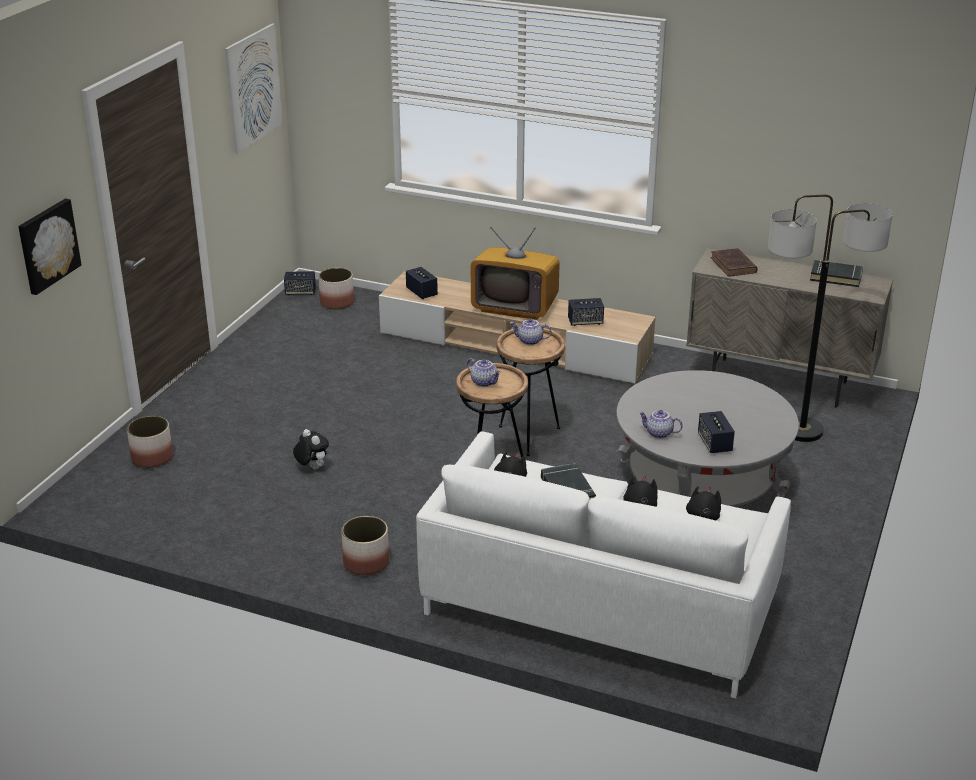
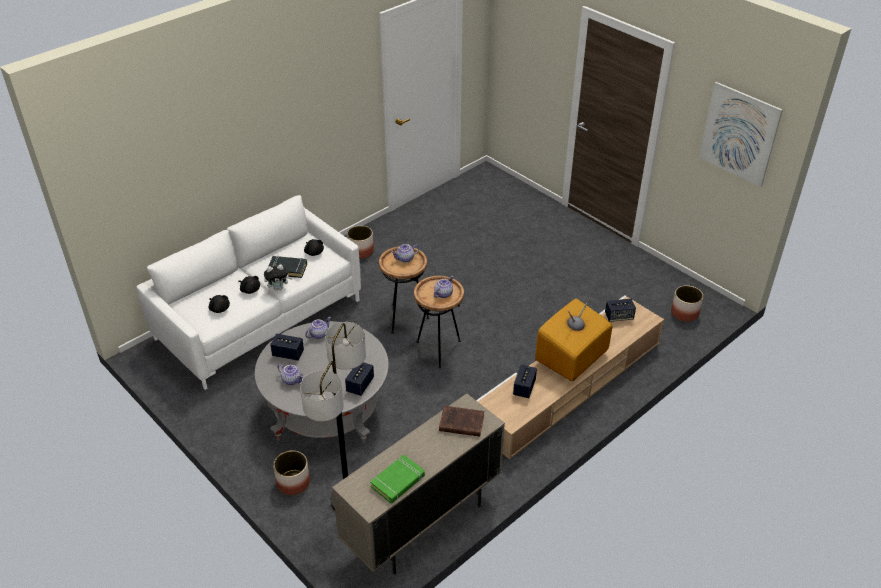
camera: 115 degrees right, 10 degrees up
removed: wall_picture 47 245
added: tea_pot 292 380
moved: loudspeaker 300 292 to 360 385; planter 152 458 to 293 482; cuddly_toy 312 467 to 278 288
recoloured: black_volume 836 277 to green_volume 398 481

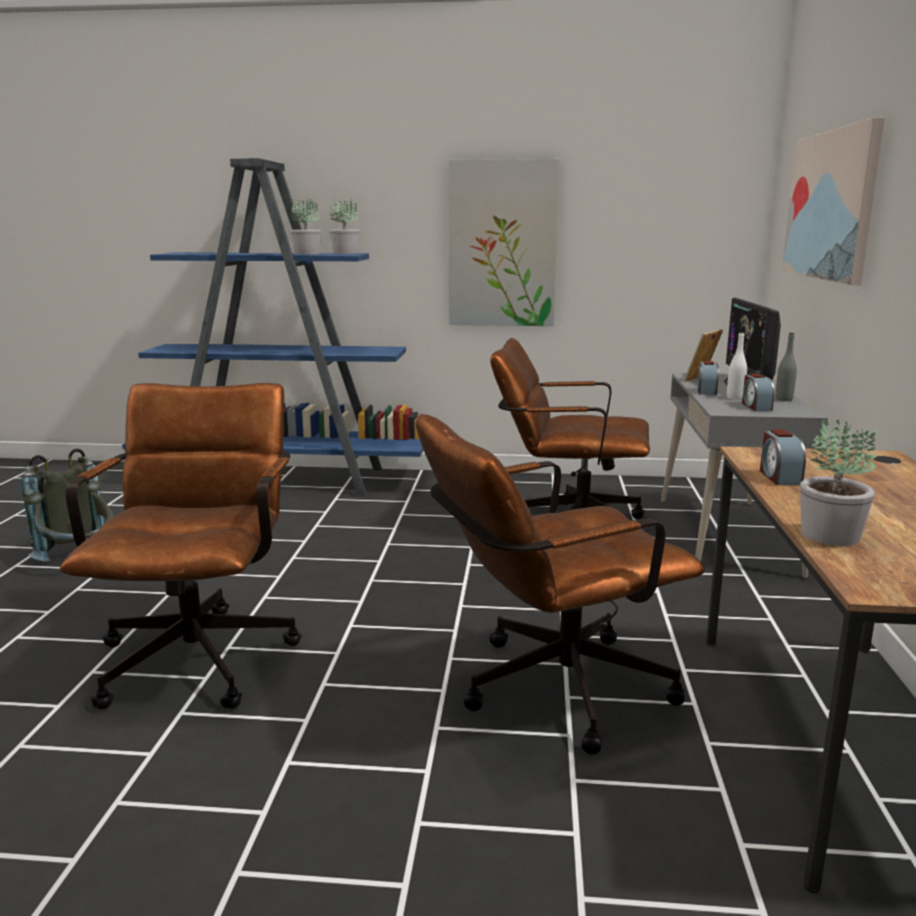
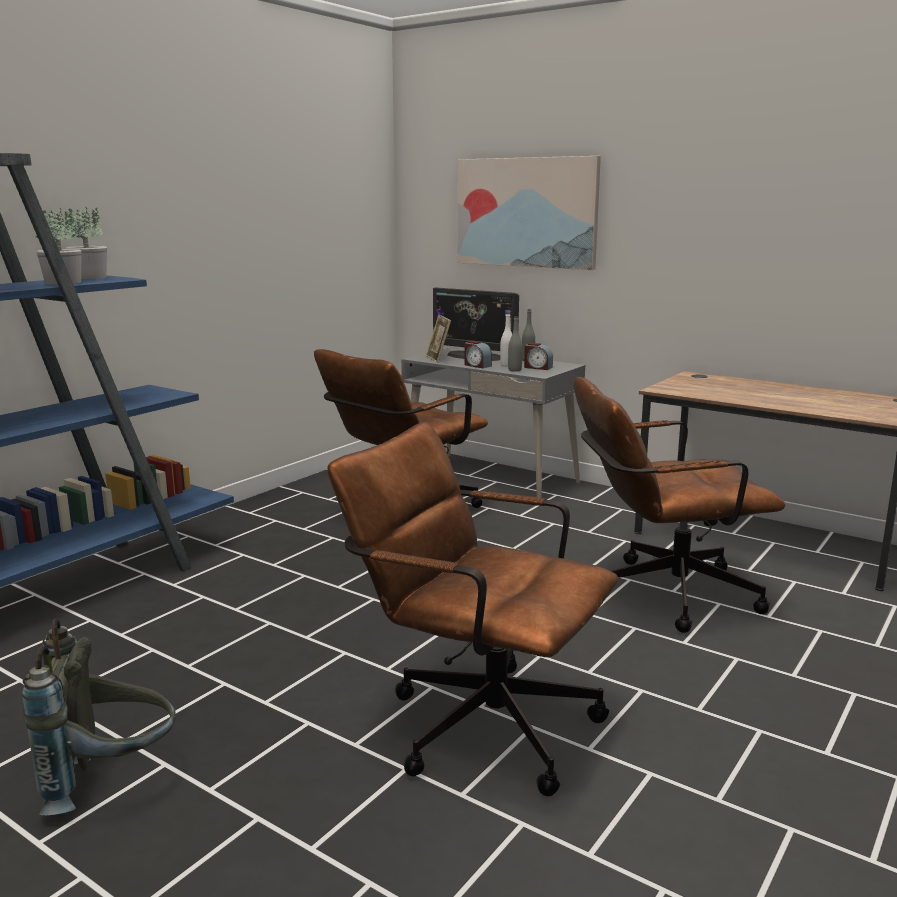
camera: 60 degrees left, 0 degrees up
removed: wall_picture 502 244; houseplant 829 536; alarm_clock 779 477
added: greyish_beverage_bottle 514 370
turned: brownish_desk_chair 548 691 = 661 594 75 degrees clockwise

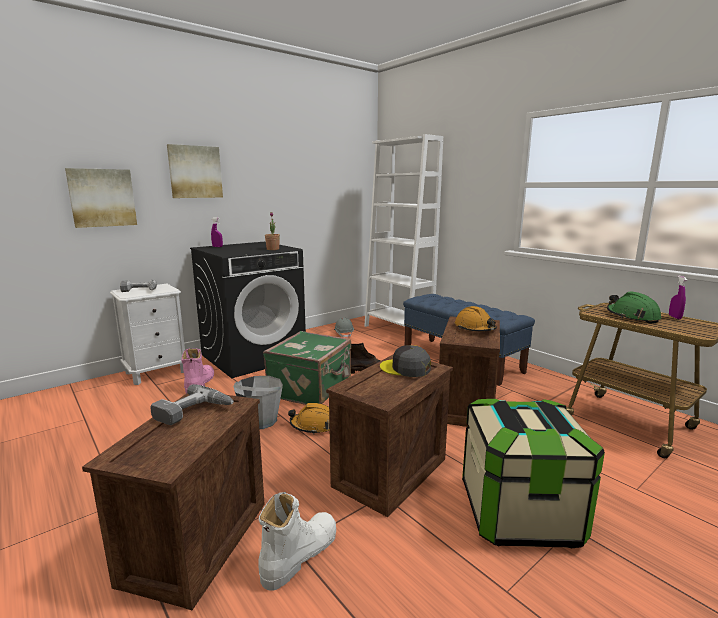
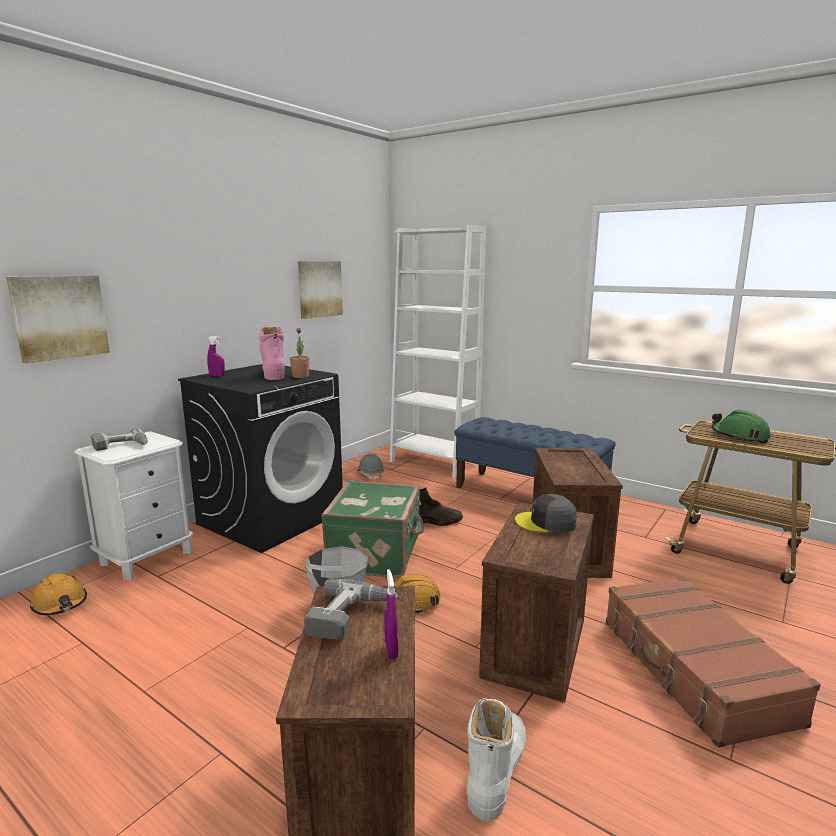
camera: 15 degrees left, 0 degrees up
moved: wall_picture 195 172 to 319 289; purple-coloured_hand_sprayer 674 317 to 391 650; orange_hard_hat 475 328 to 60 604; pinkish_high-top_boot 199 384 to 274 374
replaced: storage_container 519 514 to brownish_piece_of_luggage 693 670

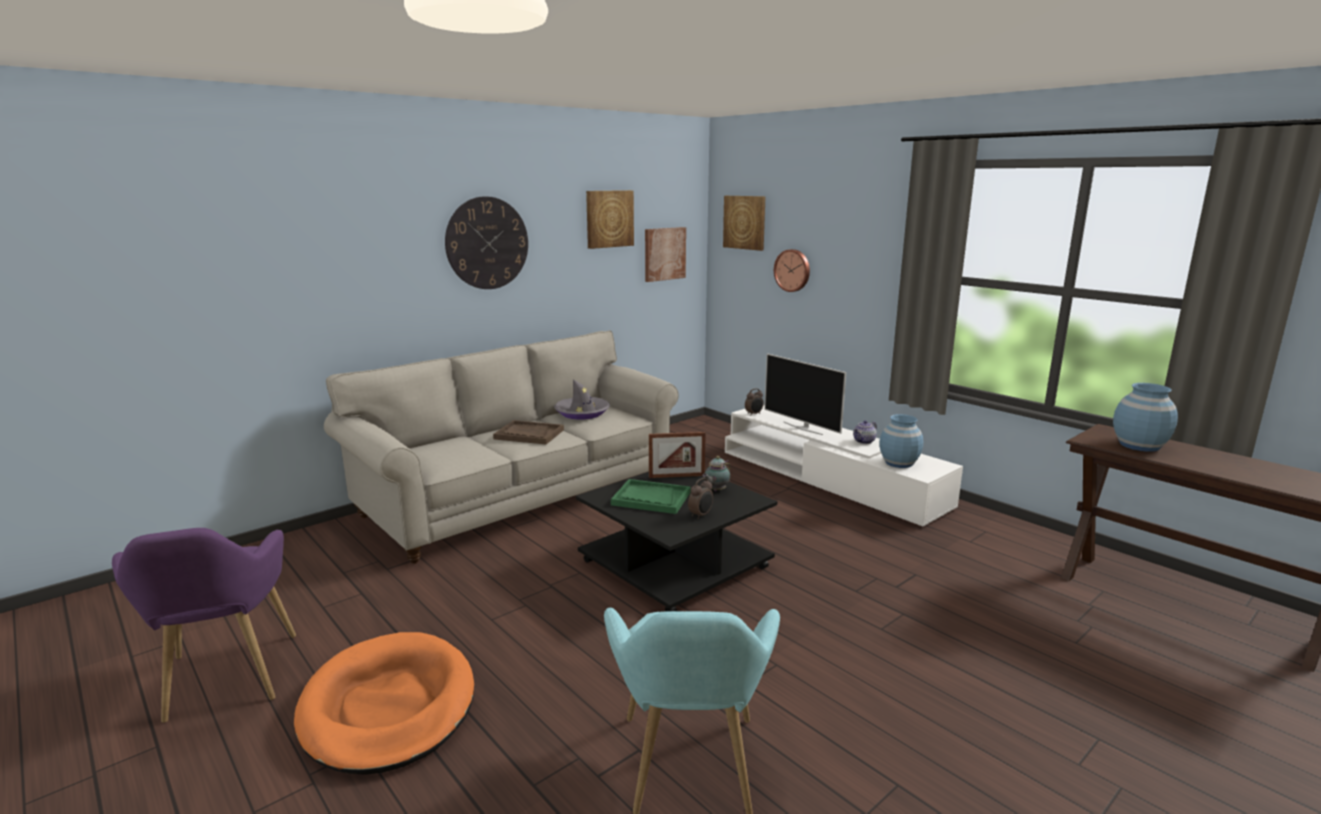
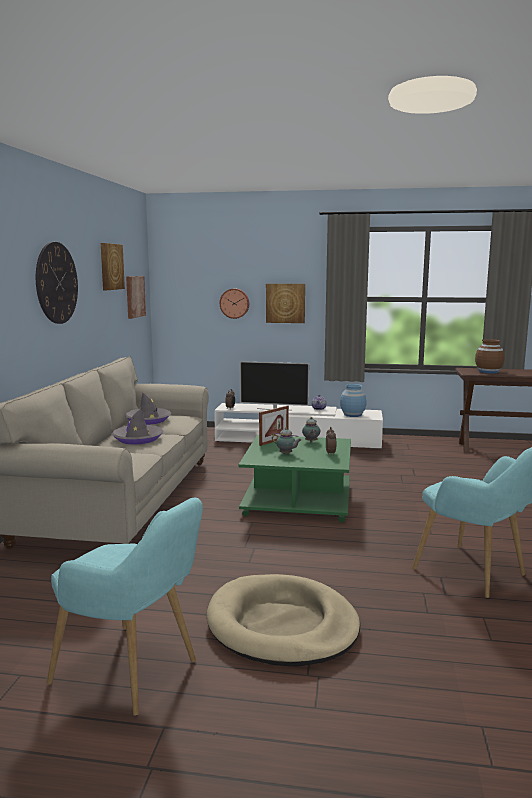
camera: 40 degrees left, 5 degrees down
moved: wall_picture 745 222 to 285 303
replaced: brownish_carrying_tray 529 434 to greyish_wearable_hat 138 439; green_carrying_tray 651 498 to tea_pot 286 454
recoloured: bluish_vase 1139 445 to brownish_vase 488 371; black_lounge_table 675 563 to green_lounge_table 297 500; purple-coloured_easy_chair 226 683 to blue-green_easy_chair 133 673; orange_pet_bed 388 707 to beige-coloured_pet_bed 282 625

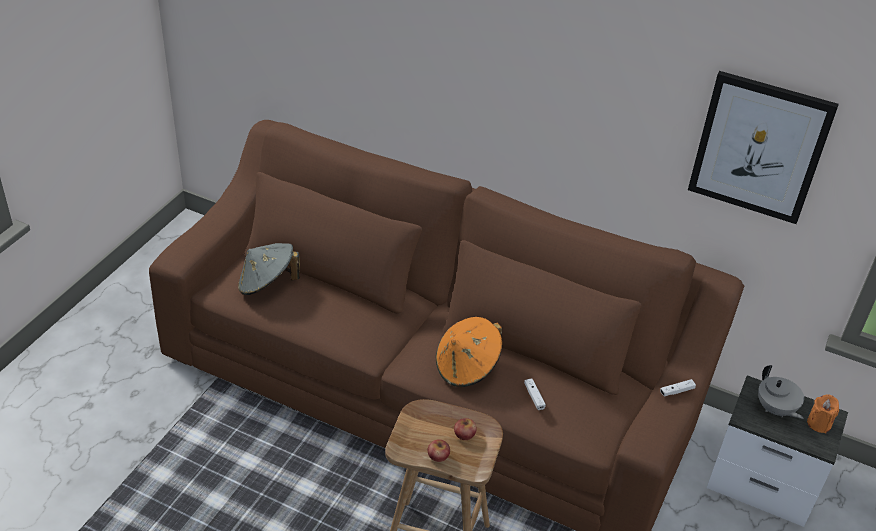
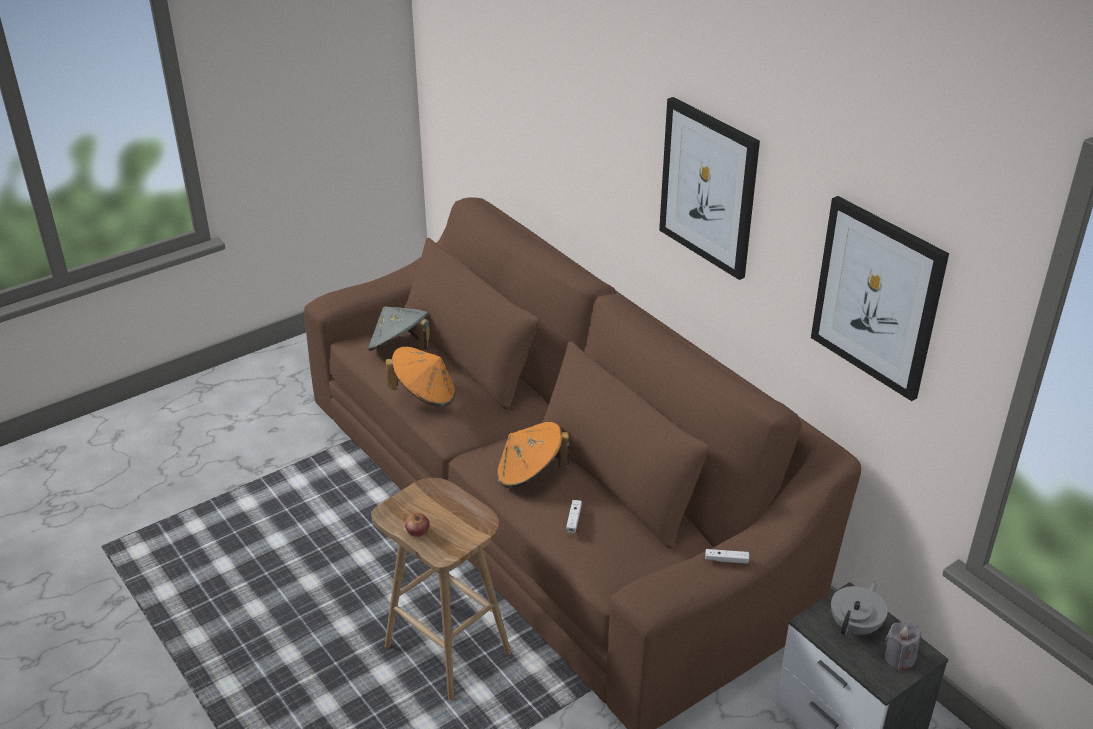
camera: 30 degrees right, 5 degrees down
removed: apple 464 434
added: wall_picture 709 187; orange_wearable_hat 424 395
recoloured: orange_wax_light 819 423 to greyish_wax_light 899 658
turned: greyish_tea_pot 775 409 = 855 626 150 degrees counterclockwise

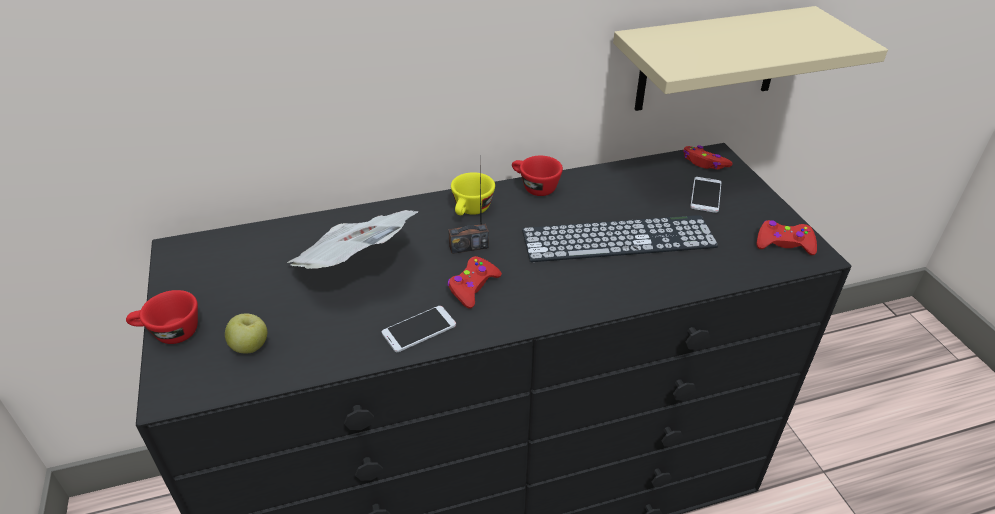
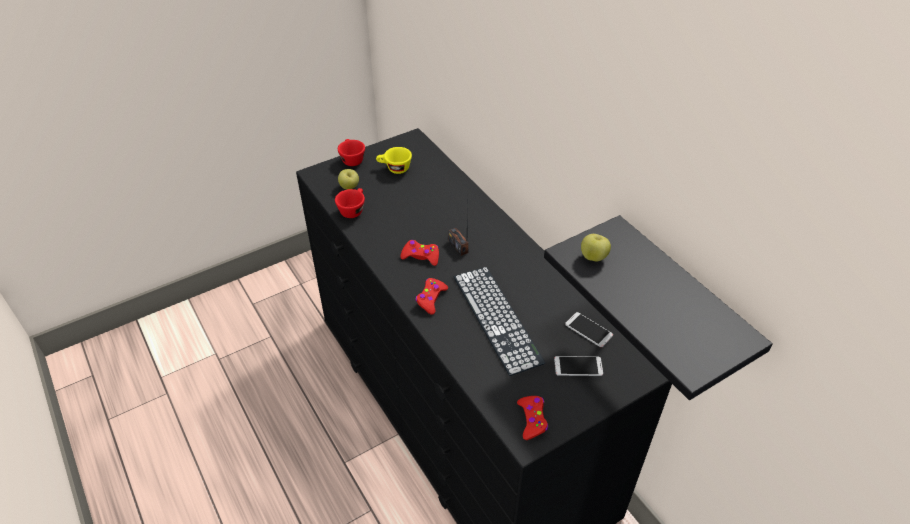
camera: 75 degrees right, 5 degrees up
removed: printed_paper 355 265
added: apple 593 257
moved: red_gamepad 704 163 to 431 299; red_small_cup 534 187 to 353 209; yellowish_small_cup 471 211 to 394 169; telephone 419 329 to 588 330
recoloured: beige-coloured_bracket_shelf 709 60 to black_bracket_shelf 680 301

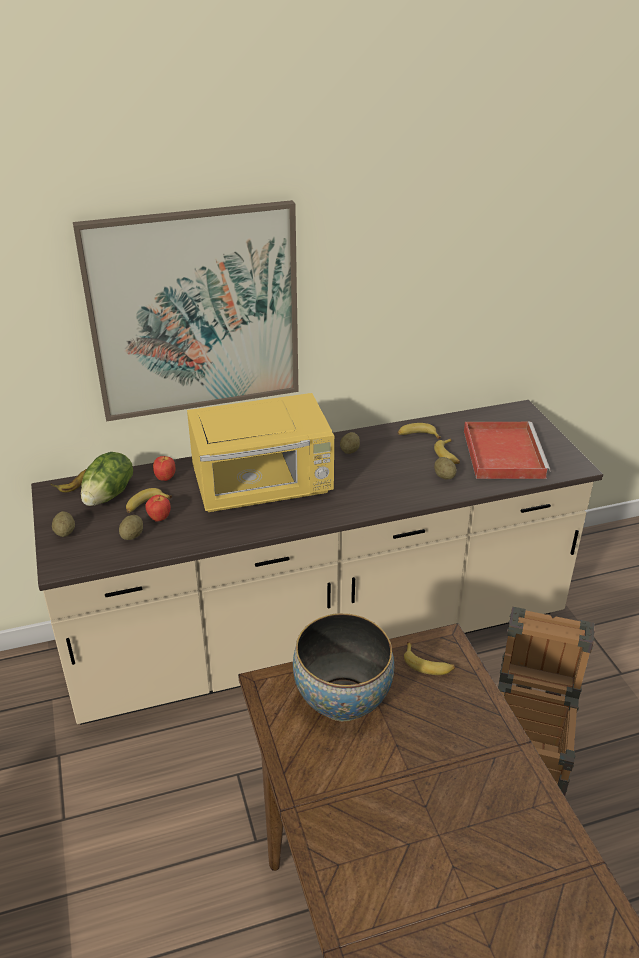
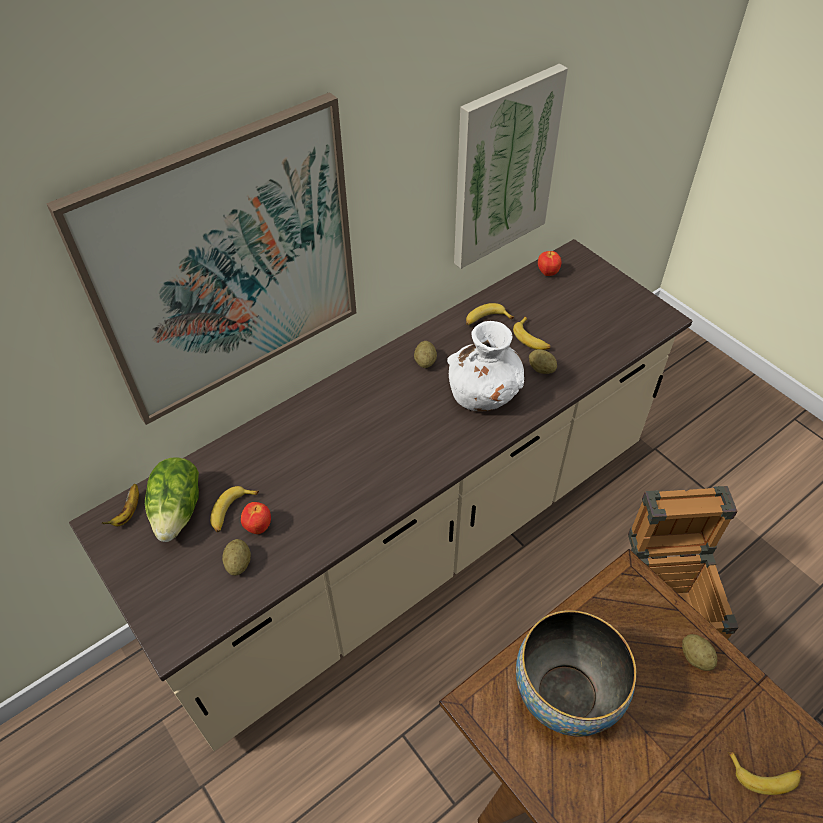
camera: 20 degrees left, 15 degrees up
removed: yellowish_microwave_oven 264 487; red_carrying_tray 502 452
added: wall_picture 503 169; white-coloured_vase 484 395
moved: apple 165 478 to 547 273; potato 65 532 to 695 657; banana 428 664 to 764 775

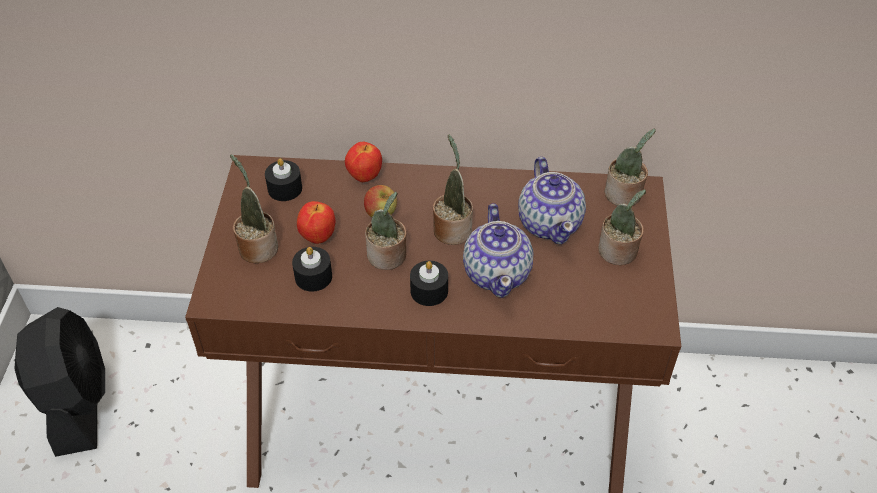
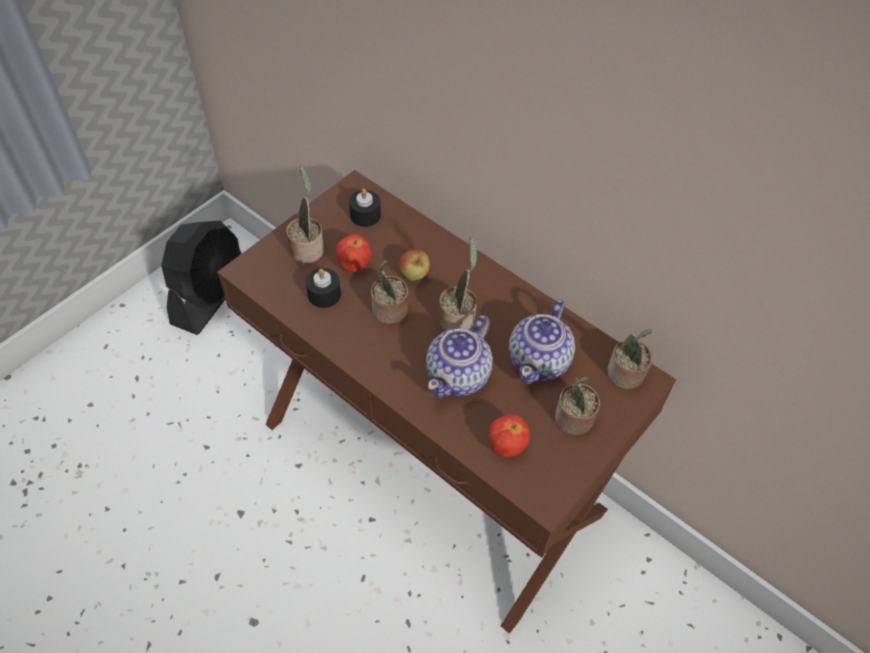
camera: 35 degrees right, 5 degrees up
removed: black_wax_light 429 291
moved: apple 364 176 to 506 446

